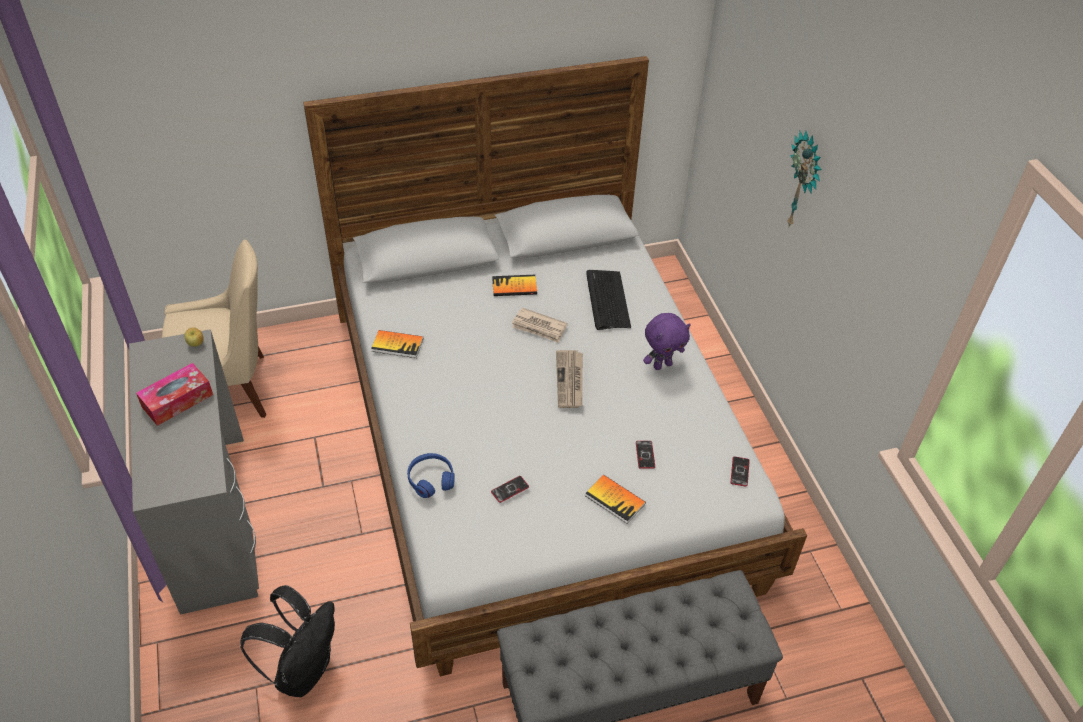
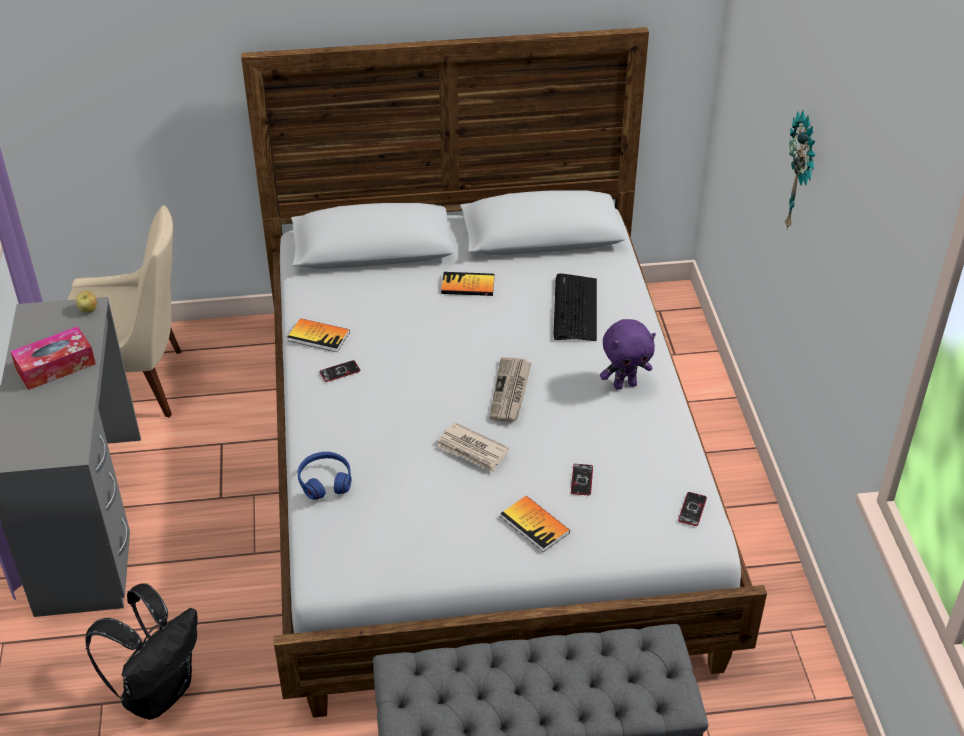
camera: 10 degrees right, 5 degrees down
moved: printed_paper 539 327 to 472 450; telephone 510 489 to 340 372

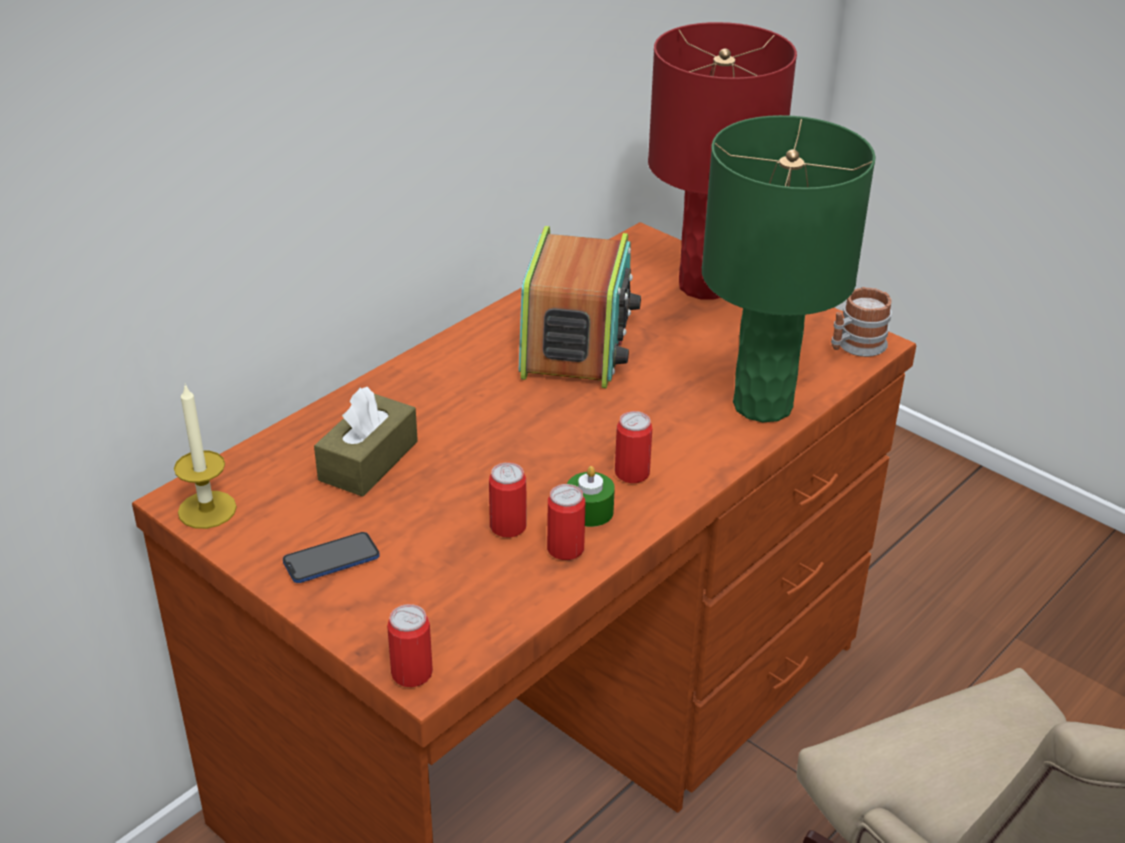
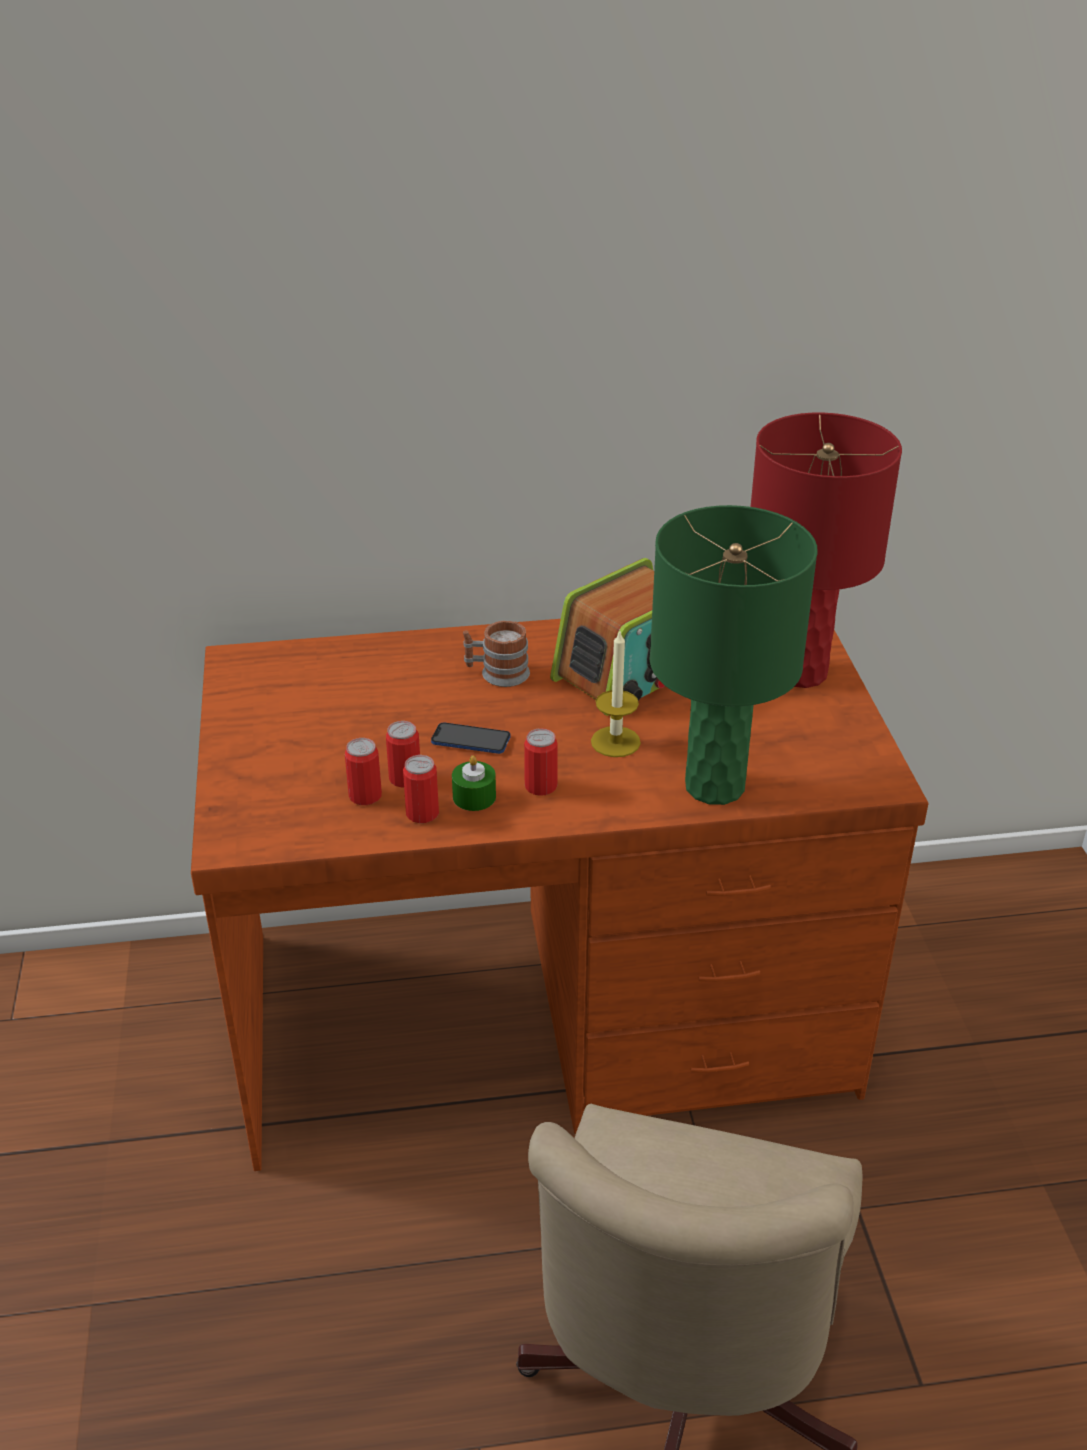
camera: 40 degrees right, 0 degrees up
removed: brownish_tissue_holder 368 461
moved: tea_mug 855 346 to 497 673; wax_light 207 509 to 615 742; telephone 331 560 to 471 740; can 411 673 to 365 796

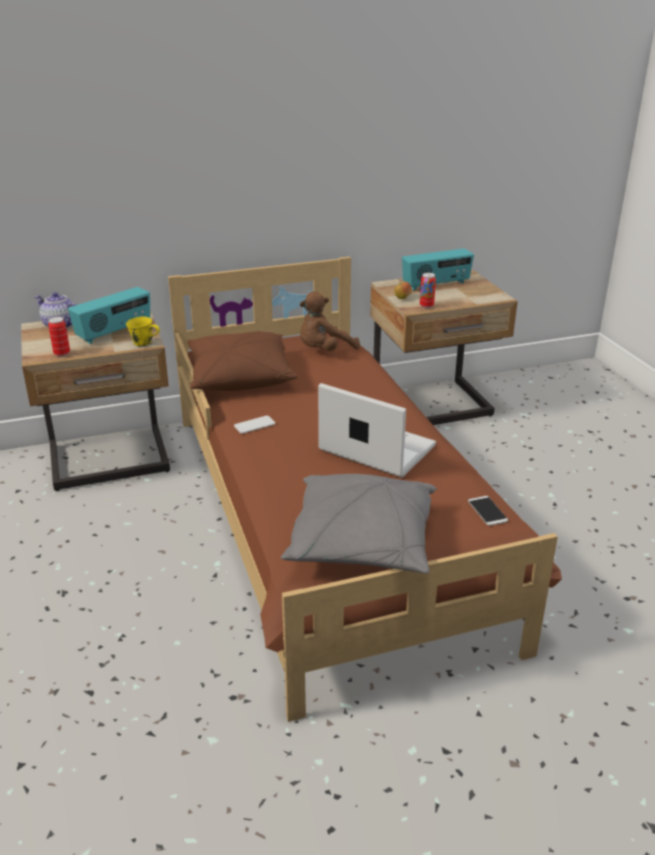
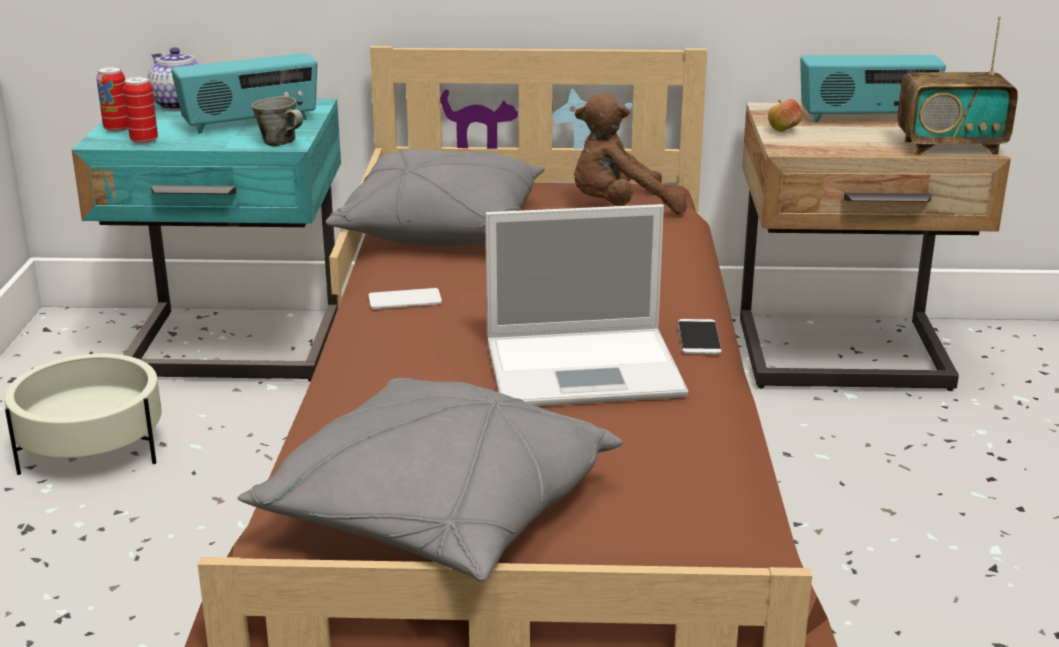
camera: 20 degrees right, 5 degrees down
added: radio 950 147; beige-coloured_planter 91 449
moved: can 426 306 to 117 129; telephone 487 511 to 699 338
recoloured: beige-coloured_night_table 110 461 to blue-green_night_table 235 350; yellowish_tea_mug 144 343 to greyish_tea_mug 280 142; brownish_pillow 240 377 to greyish_pillow 442 227
turned: laptop 375 448 = 587 368 120 degrees clockwise

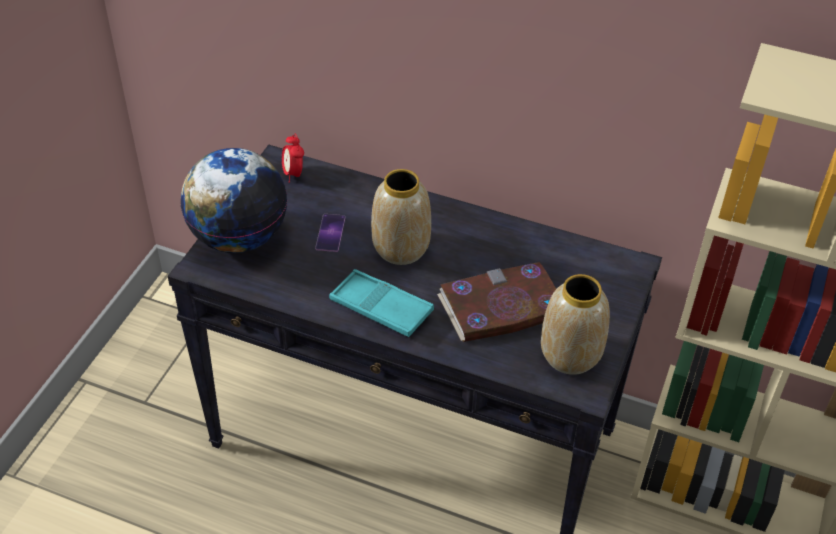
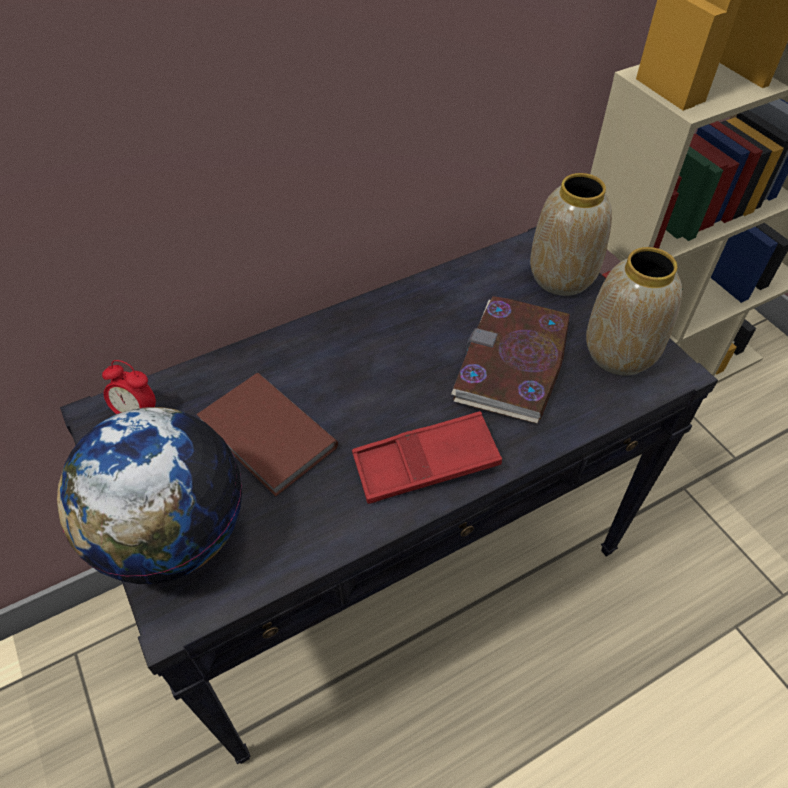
camera: 50 degrees left, 5 degrees up
moved: vase 401 248 to 560 277
replaced: telephone 330 233 to brownish_volume 266 437
recoloured: blue-green_carrying_tray 381 308 to red_carrying_tray 425 463

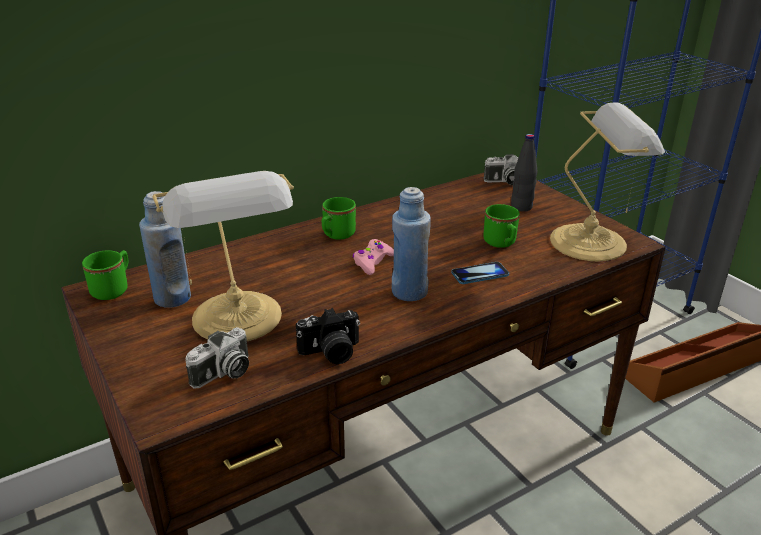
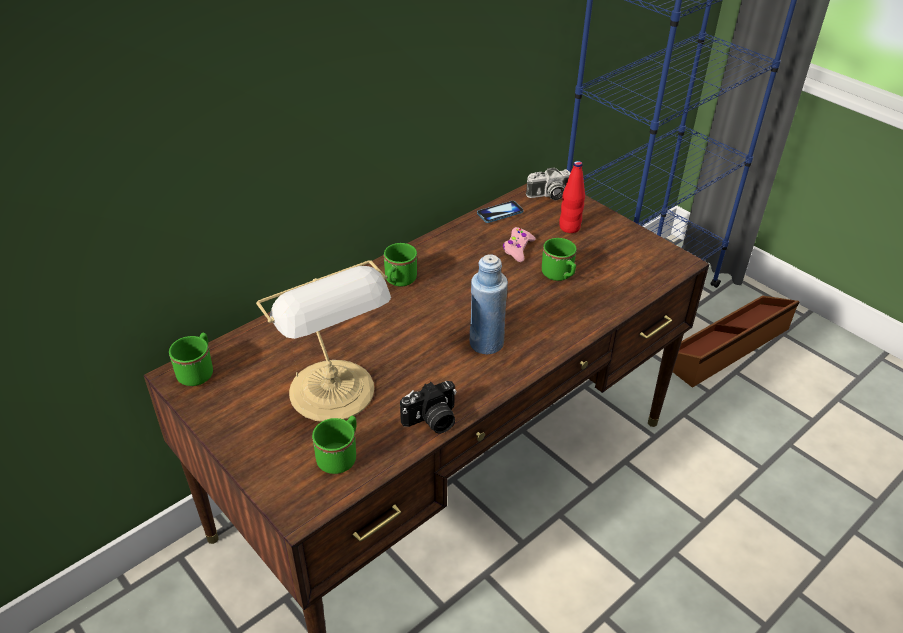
camera: 10 degrees left, 10 degrees up
removed: table_lamp 592 242; bluish_beverage_bottle 172 298
moved: pinkish_gamepad 373 262 to 518 249; telephone 480 274 to 500 213
replaced: photo_camera 223 374 to green_tea_mug 340 456
recoloured: black_beverage_bottle 521 207 to red_beverage_bottle 569 228

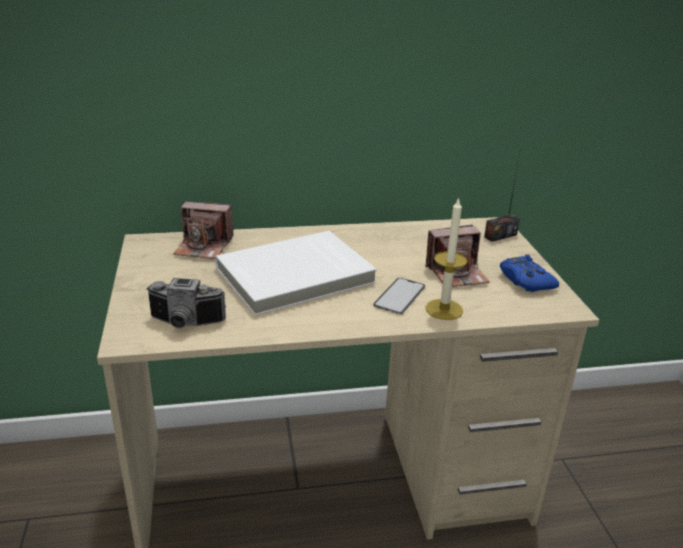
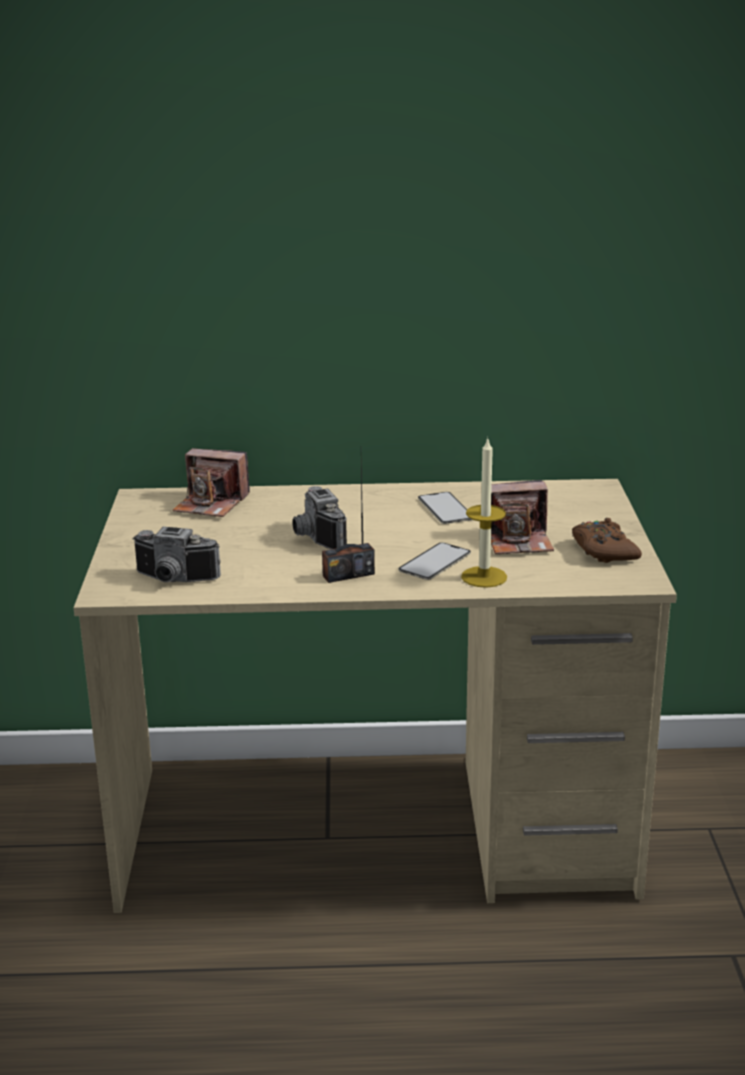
camera: 10 degrees right, 5 degrees down
added: telephone 445 508
moved: radio 500 236 to 348 575
replaced: white-coloured_volume 296 277 to photo_camera 315 538
recoloured: bluish_gamepad 525 280 to brownish_gamepad 604 550

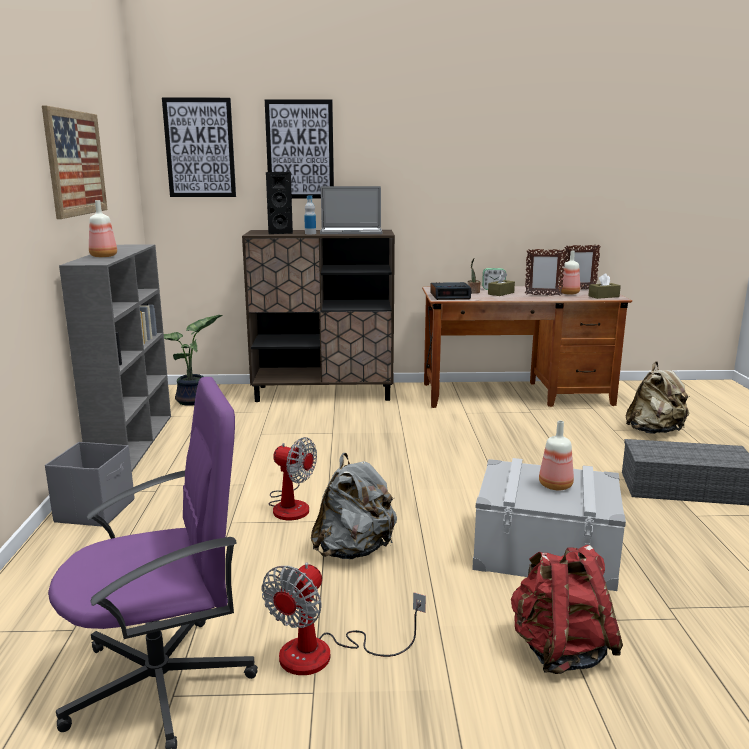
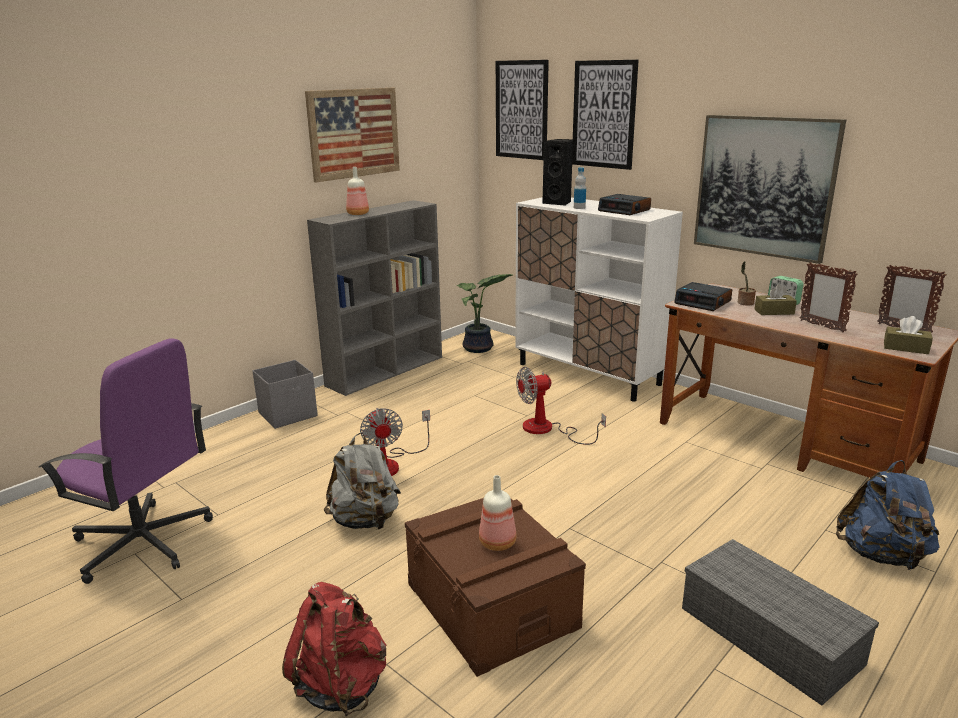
camera: 45 degrees right, 5 degrees up
removed: beverage_bottle 569 293
added: wall_picture 764 187
moved: cooling_fan 325 654 to 547 430
replaced: laptop 351 232 to alarm_clock 625 210
recoloured: brownish_storage_cabinet 324 393 to white-coloured_storage_cabinet 588 374; beige-coloured_backpack 654 431 to bluish_backpack 882 555; greyish_storage_container 545 550 to brownish_storage_container 492 605

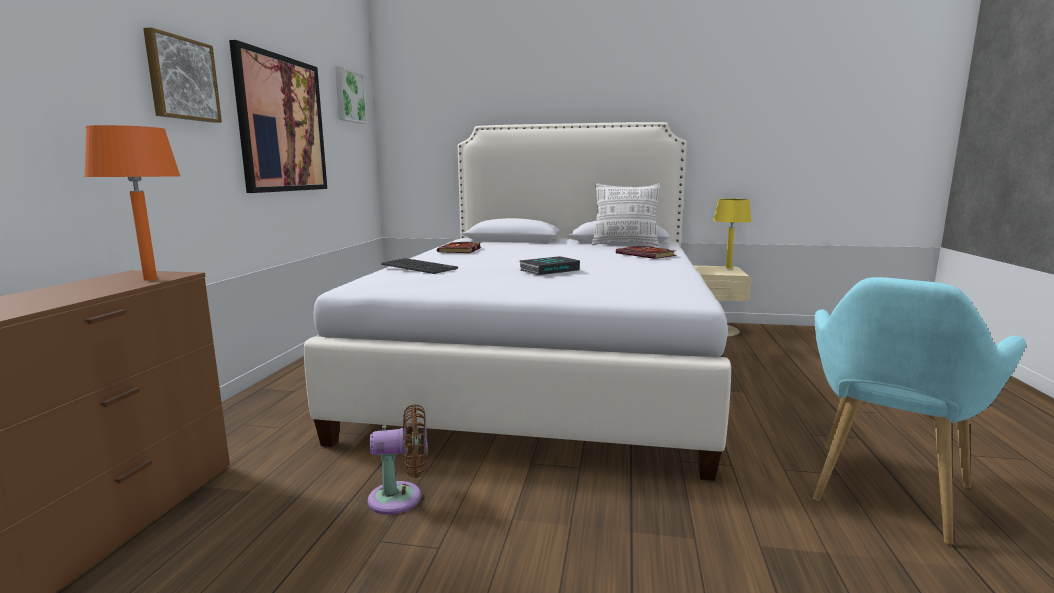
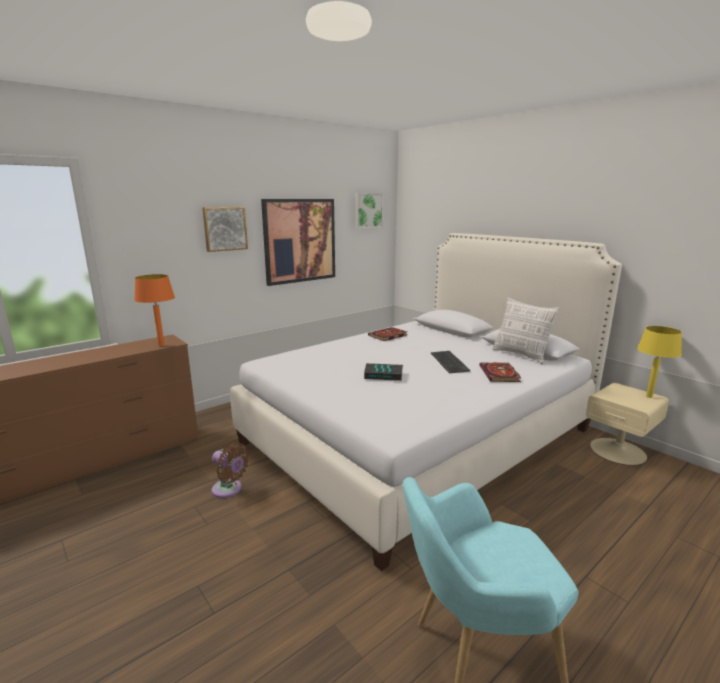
camera: 40 degrees right, 5 degrees up
moved: computer_keyboard 418 267 to 448 362

